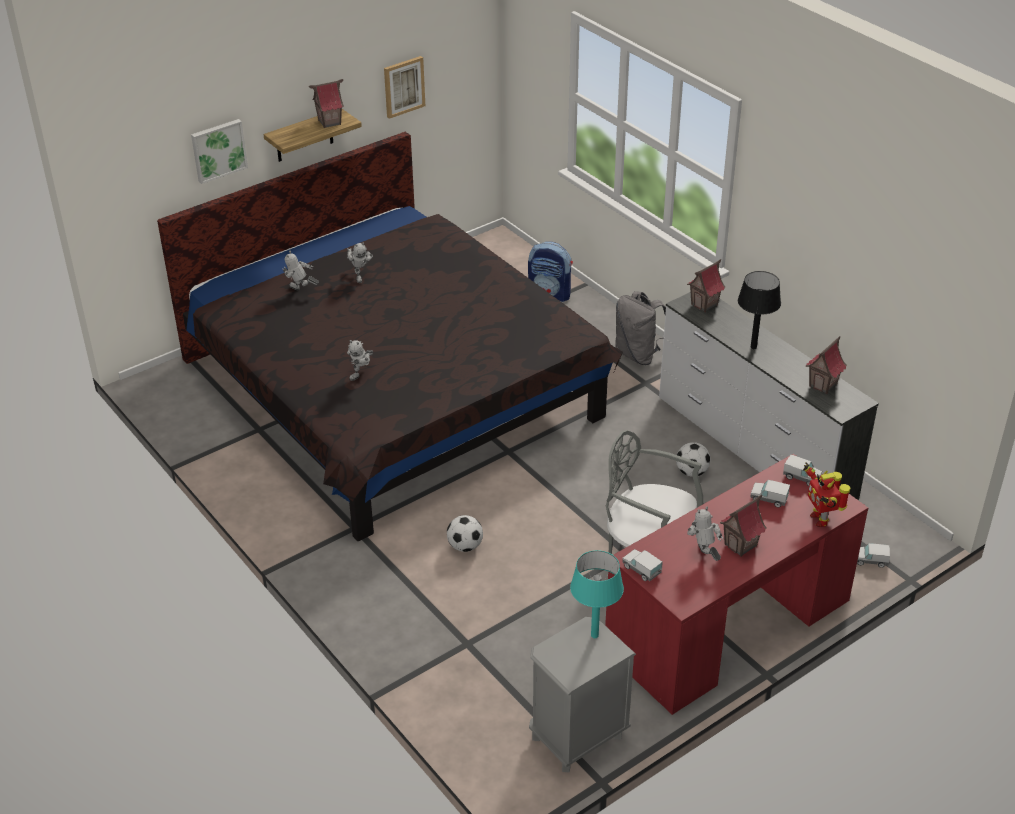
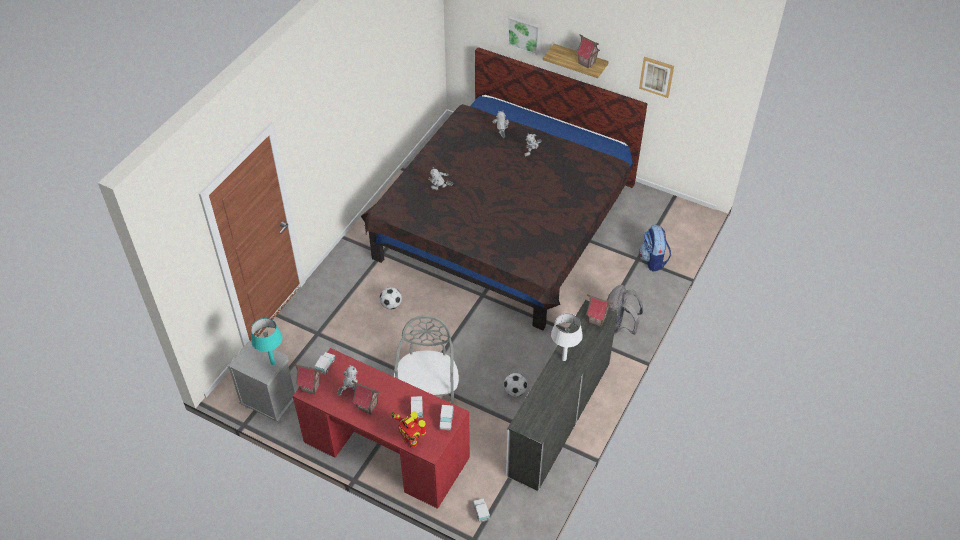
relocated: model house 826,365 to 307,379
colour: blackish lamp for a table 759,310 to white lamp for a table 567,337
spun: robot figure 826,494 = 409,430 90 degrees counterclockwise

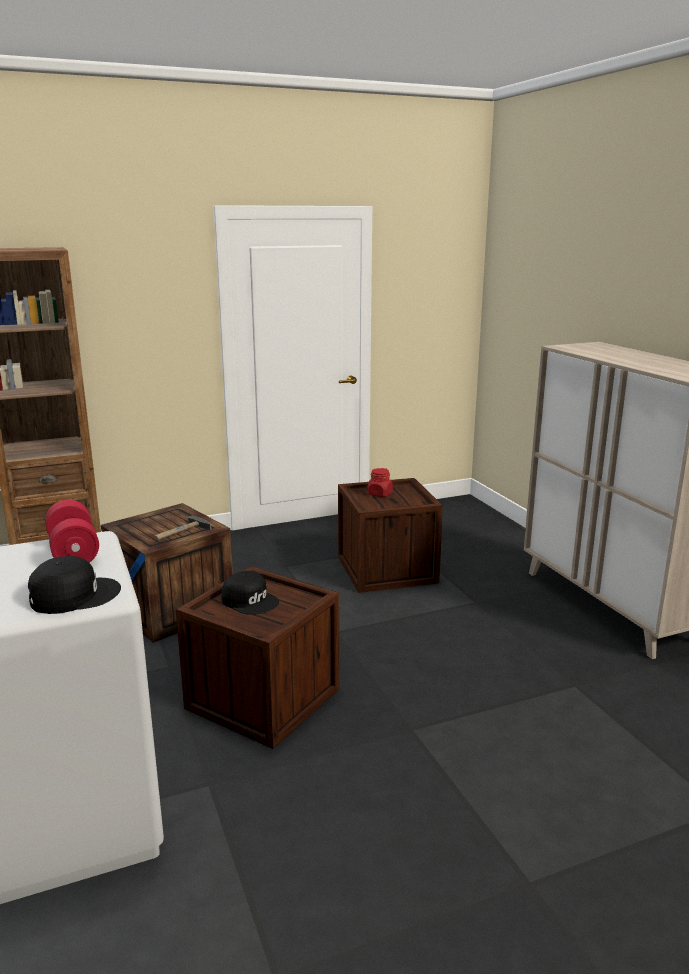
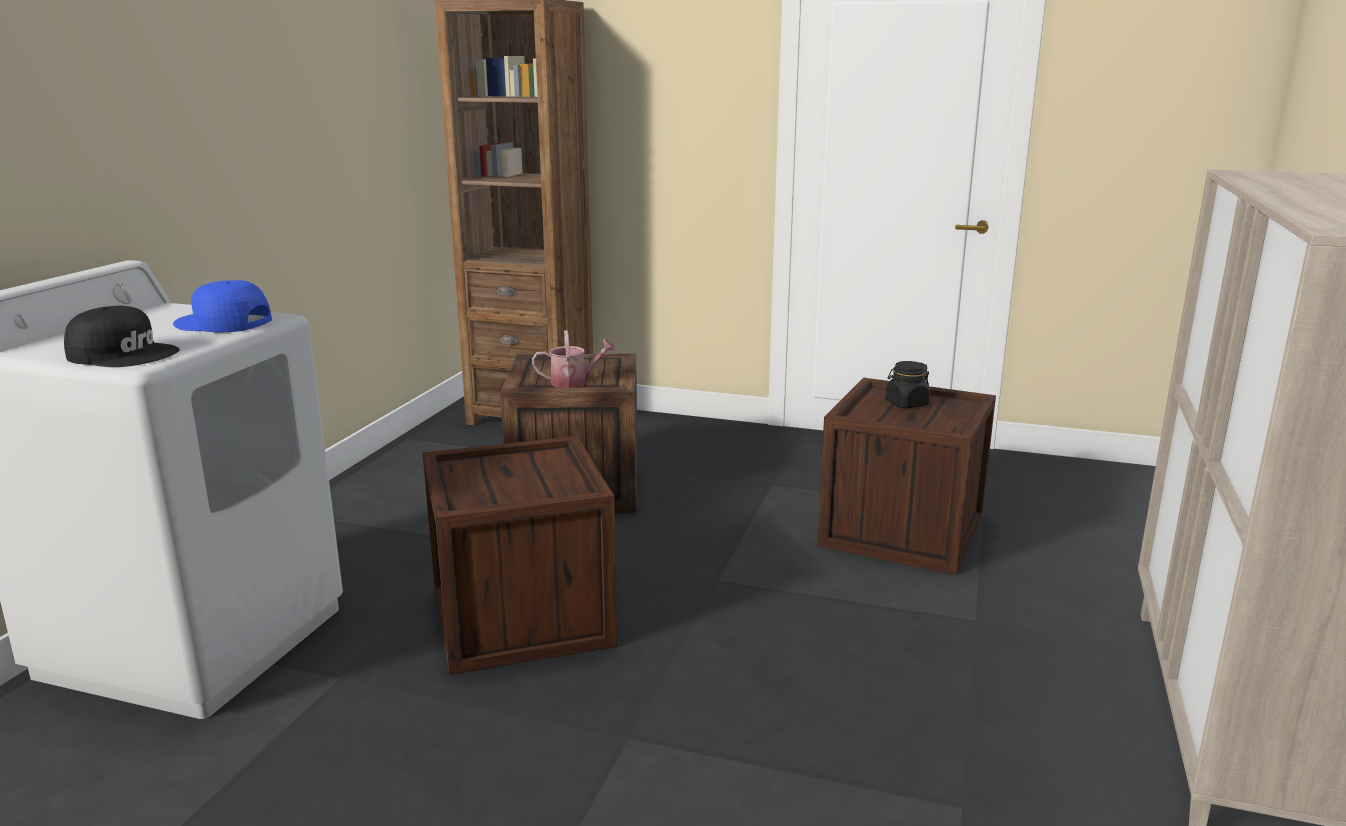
missing: blackish cap 250,593
exchanged: red dumbbell 72,531 to blue cap 222,306; hammer 183,528 to watering can 574,359
colour: red jar 380,482 to blackish jar 907,384

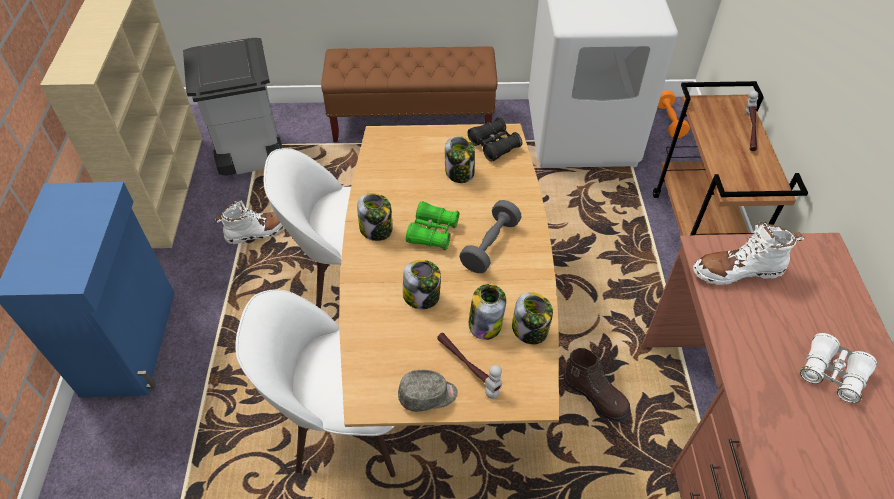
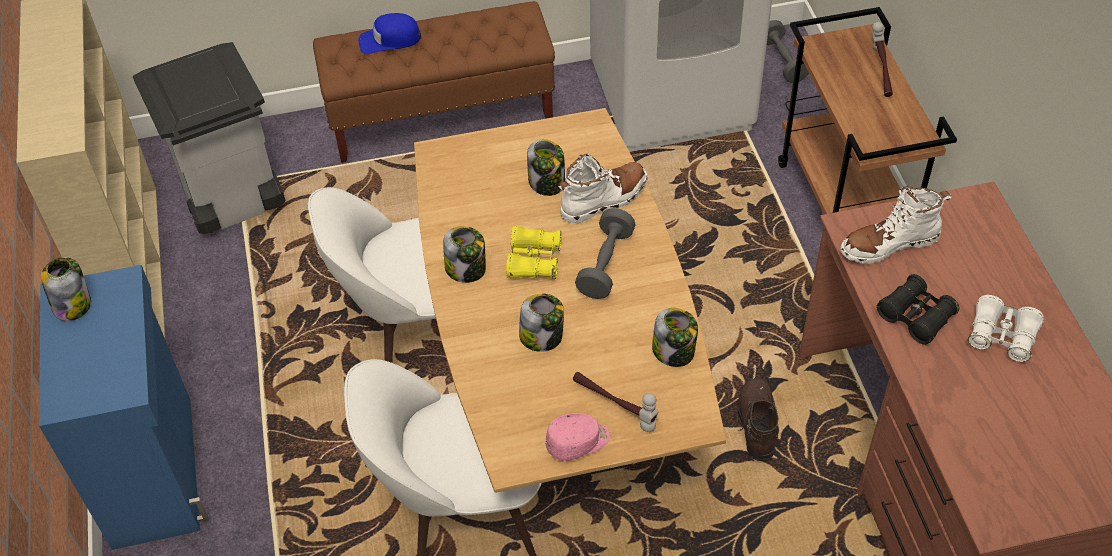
appeared: blue cap 390,33
relocated: white high-top boot 250,222 to 603,189; blackish field glasses 495,139 to 918,309; jar 487,312 to 66,289
colour: gray cap 428,391 to pink-coloured cap 578,437; greenish field glasses 432,225 to yellowish field glasses 533,252; orangey dumbbell 674,114 to gray dumbbell 788,51
spun: brown-coloured high-top boot 597,385 = 758,419 120 degrees counterclockwise

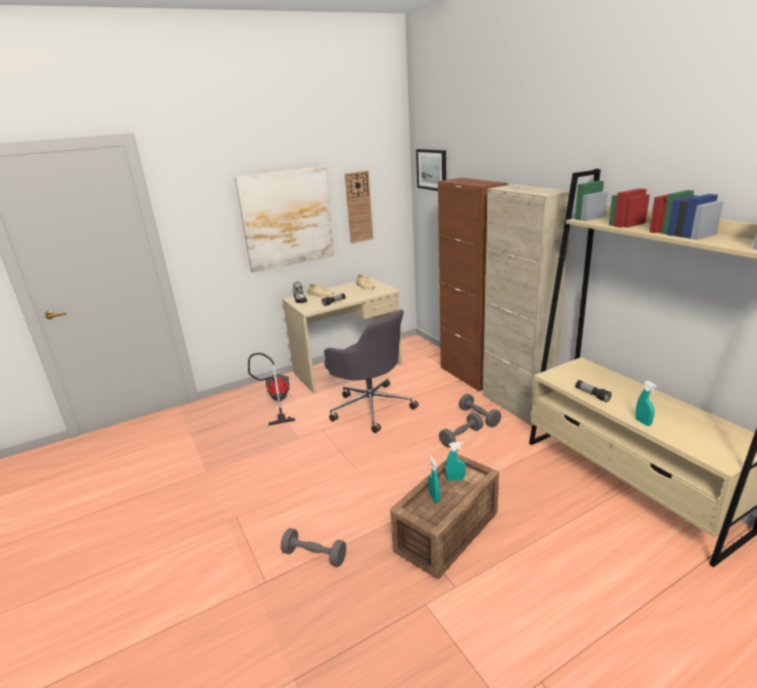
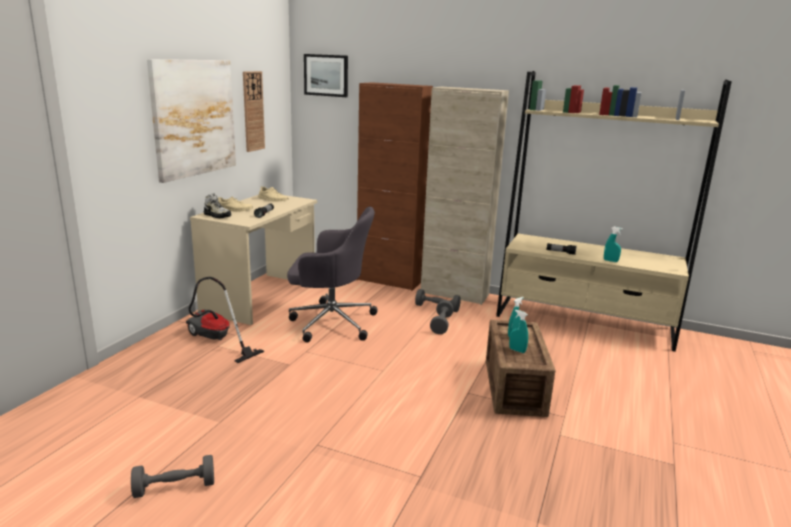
relocated: gray dumbbell 313,547 to 172,476

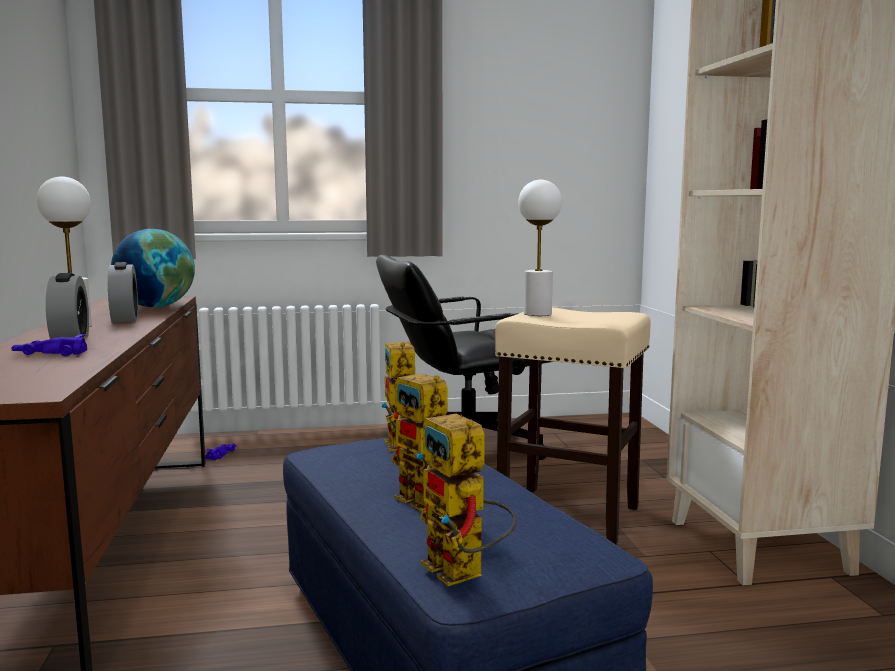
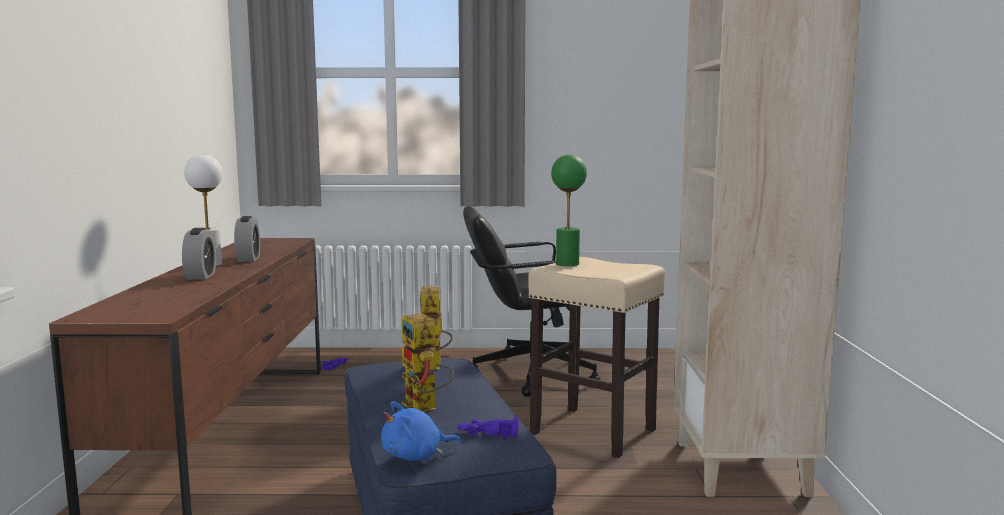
missing: desk globe 153,268
relocated: purplish model car 49,345 to 488,427
exchanged: robot figure 468,499 to blue cuddly toy 421,431
colour: white lamp for a table 540,248 to greenish lamp for a table 569,210

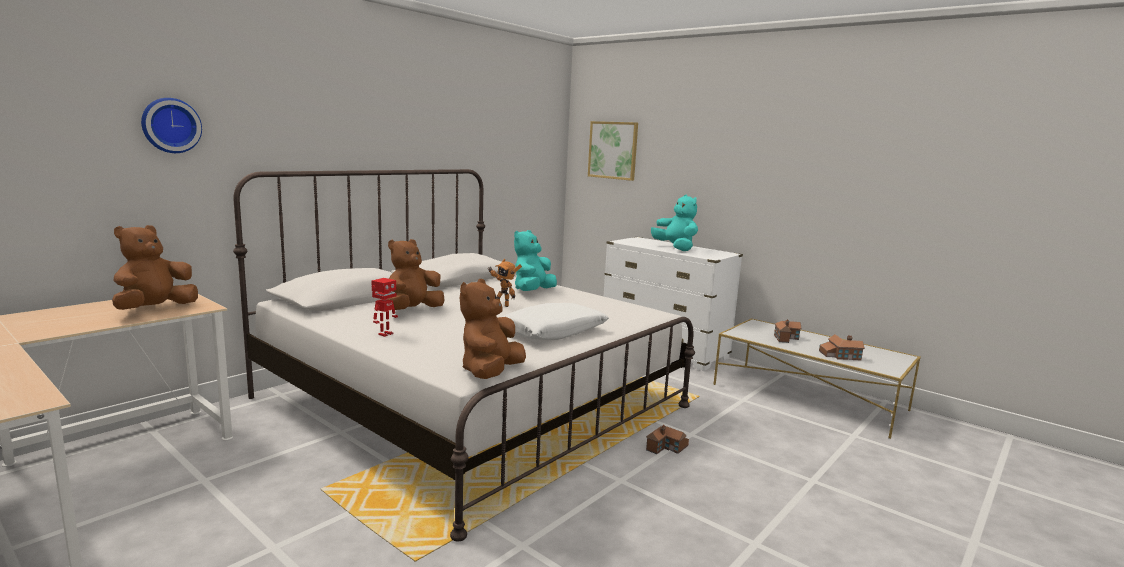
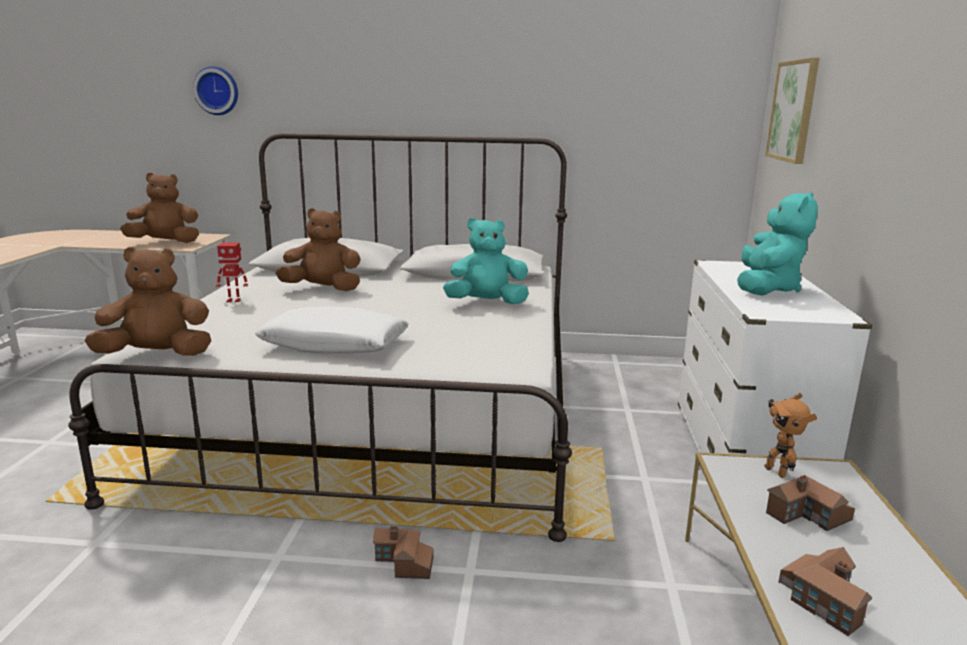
relocated: robot figure 505,283 to 790,435

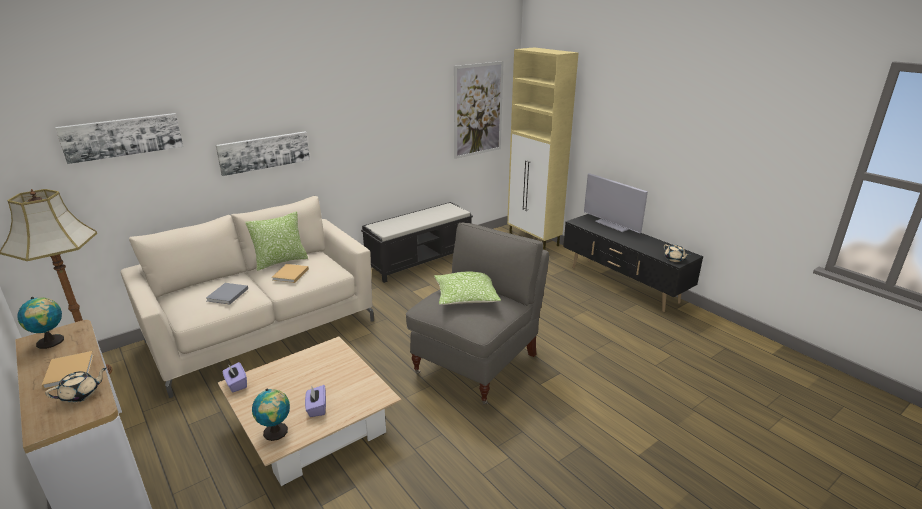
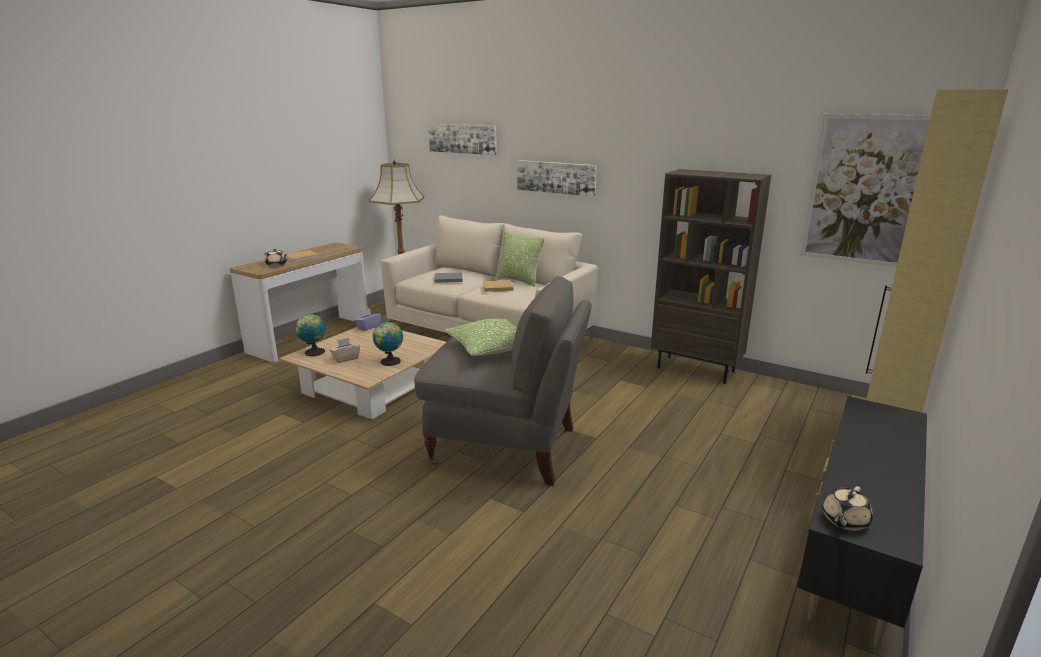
missing: television 616,203
relocated: desk globe 41,323 to 388,343
exchanged: blackish indoor bench 417,242 to brown-coloured shelving unit 711,276
colour: purplish box of tissues 315,401 to beige box of tissues 345,350

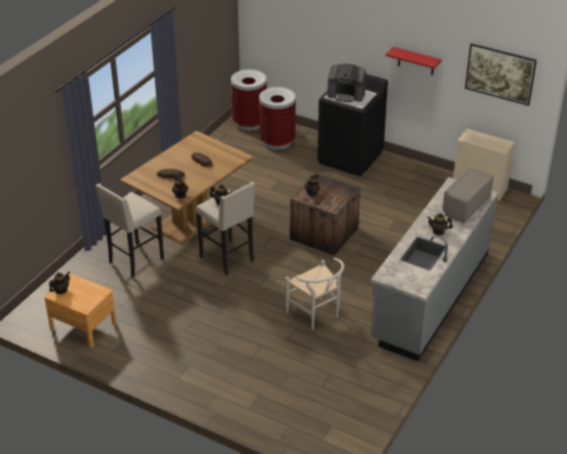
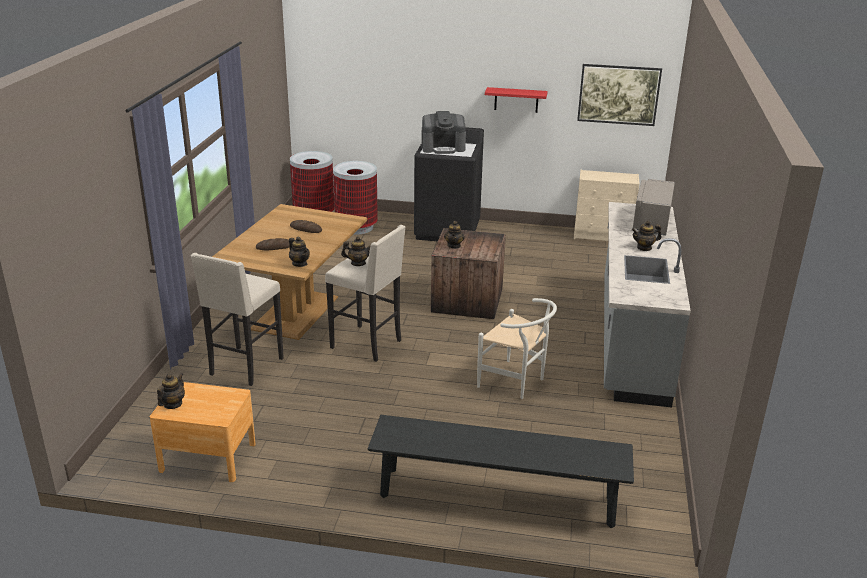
appeared: blackish indoor bench 501,471

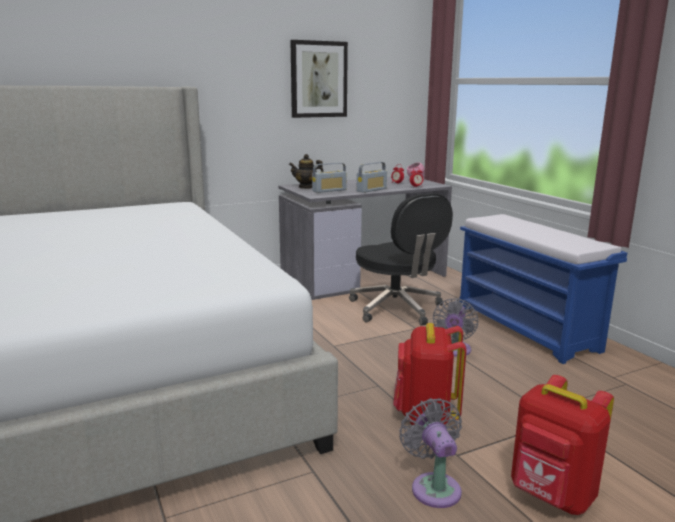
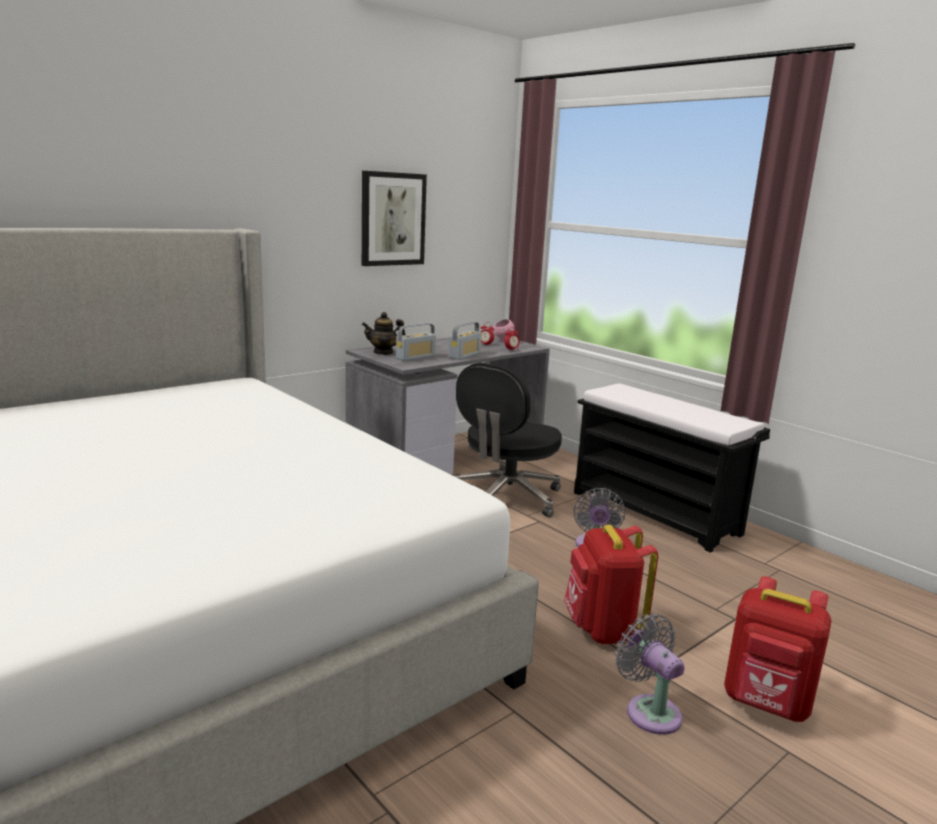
colour: blue indoor bench 543,289 to blackish indoor bench 672,468
spun: blackish office chair 401,259 = 508,440 75 degrees clockwise

